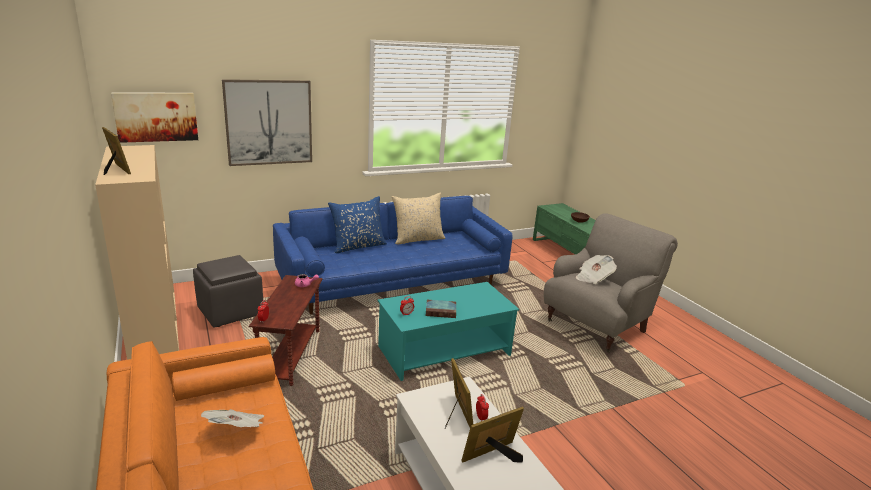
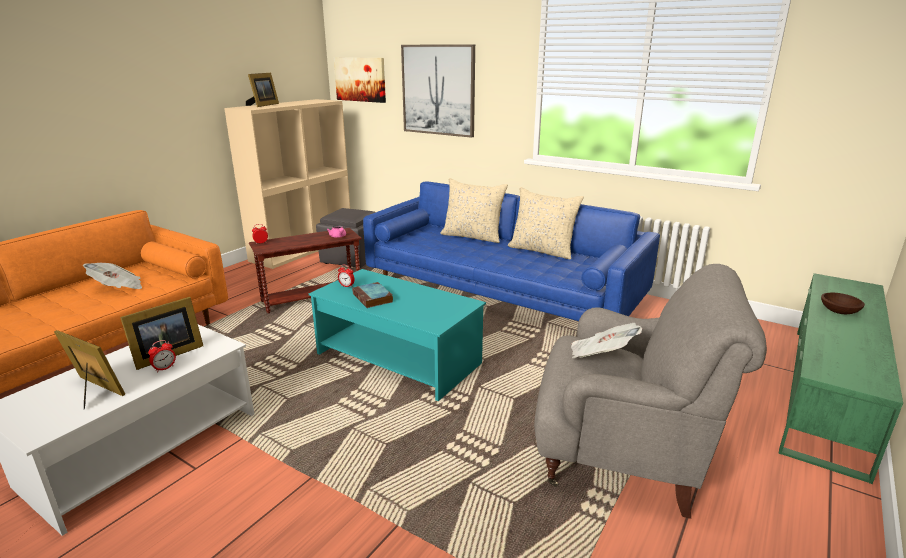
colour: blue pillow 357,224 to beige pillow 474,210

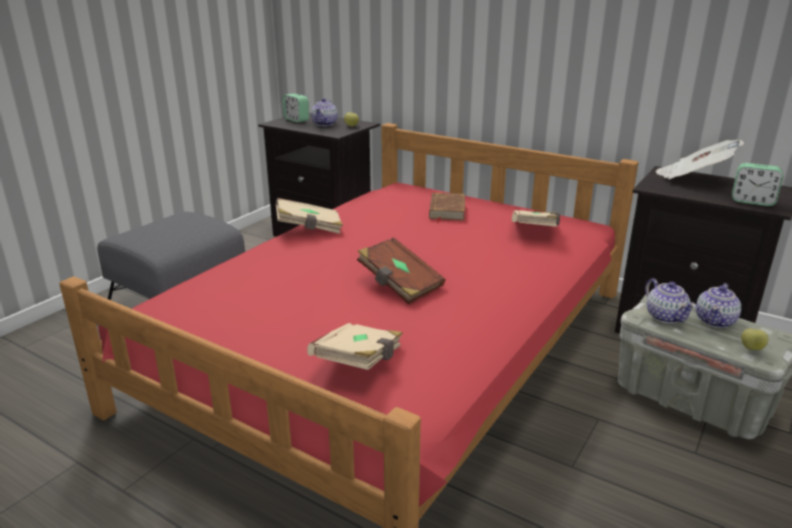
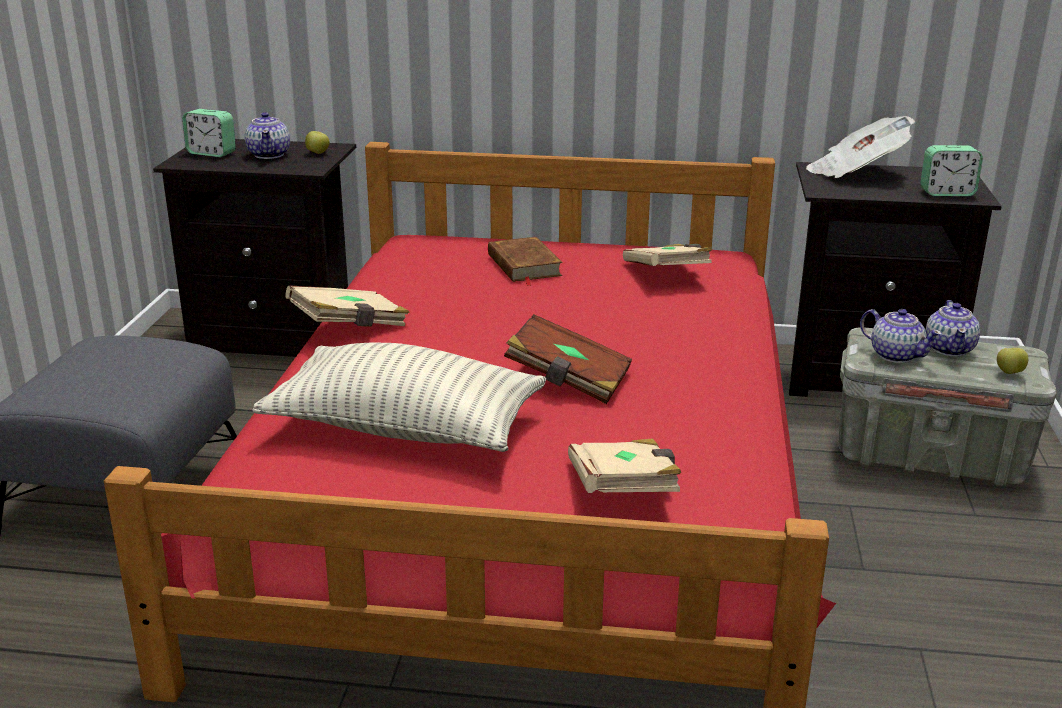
appeared: pillow 399,397

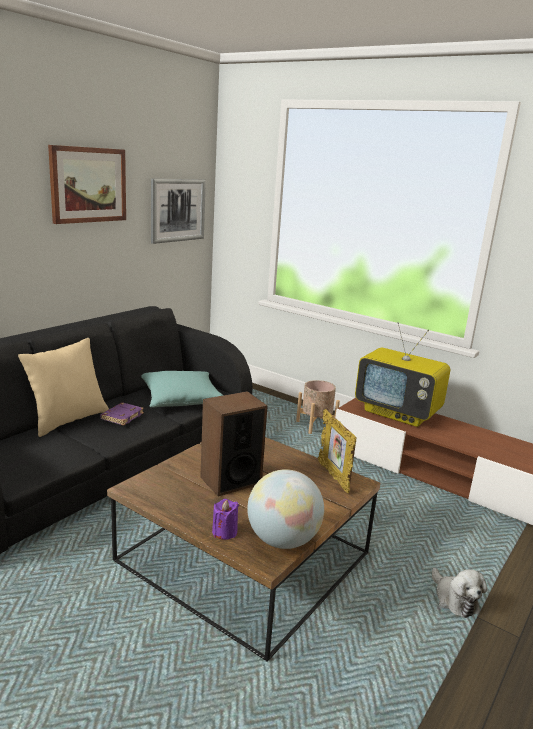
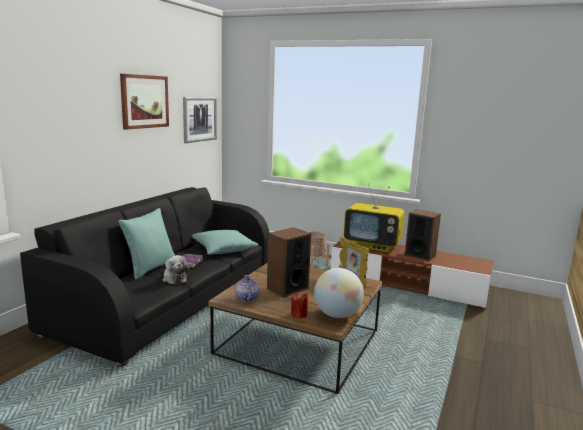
appeared: tea pot 247,288; audio speaker 423,235
relocated: cuddly toy 459,593 to 176,269
colour: beige pillow 63,387 to turquoise pillow 146,244; purplish wax candle 225,519 to red wax candle 299,305

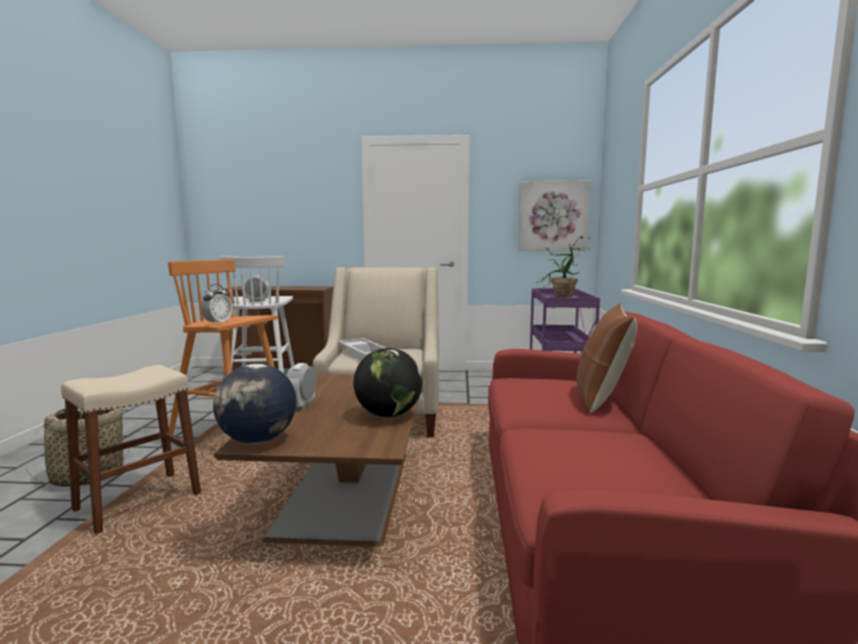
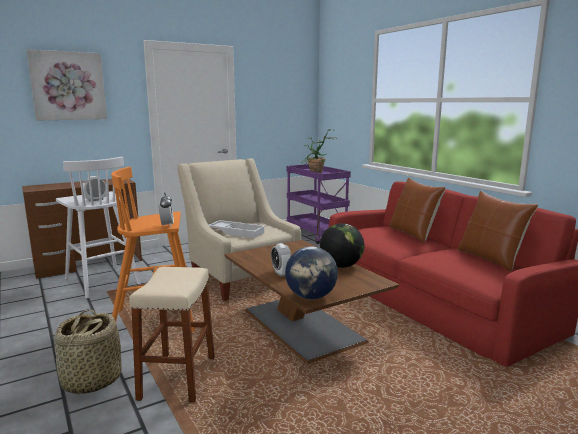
appeared: brown-coloured pillow 498,231
relocated: wall art 554,216 to 67,85

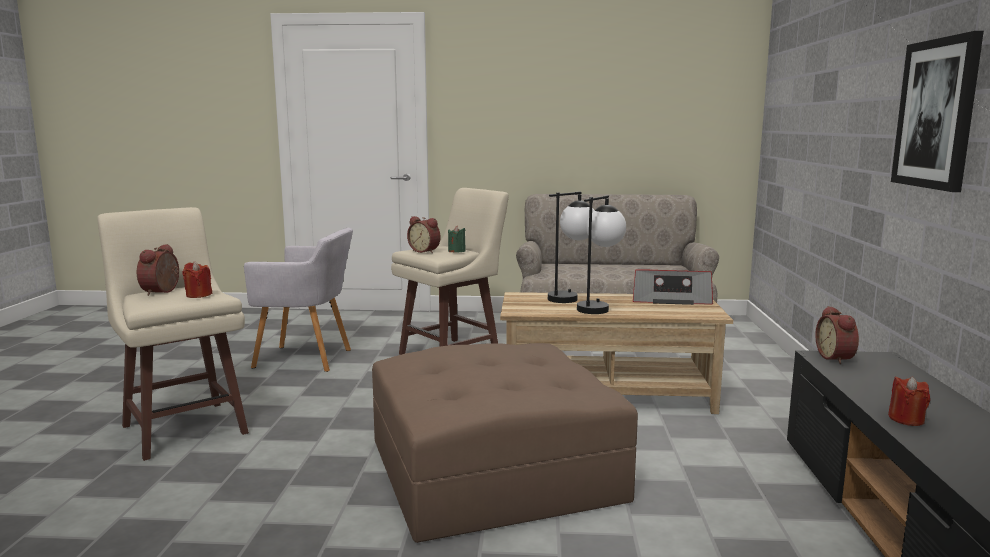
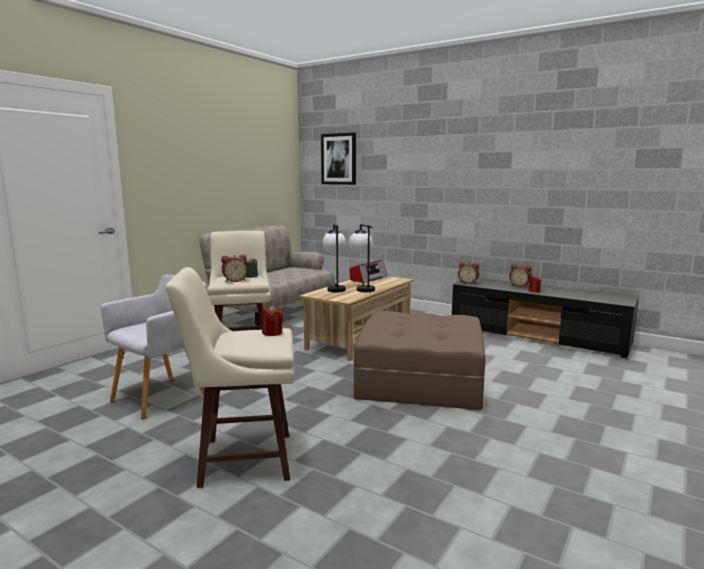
relocated: table clock 158,270 to 520,275; wall art 937,111 to 338,158

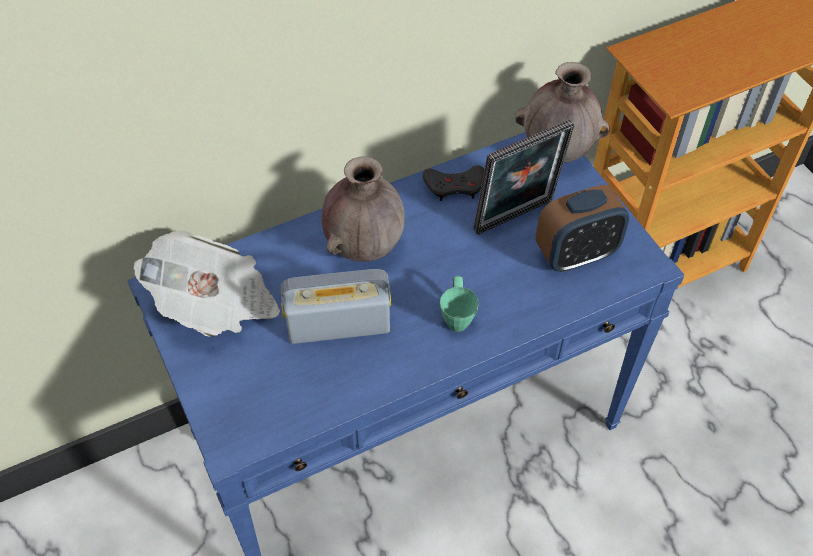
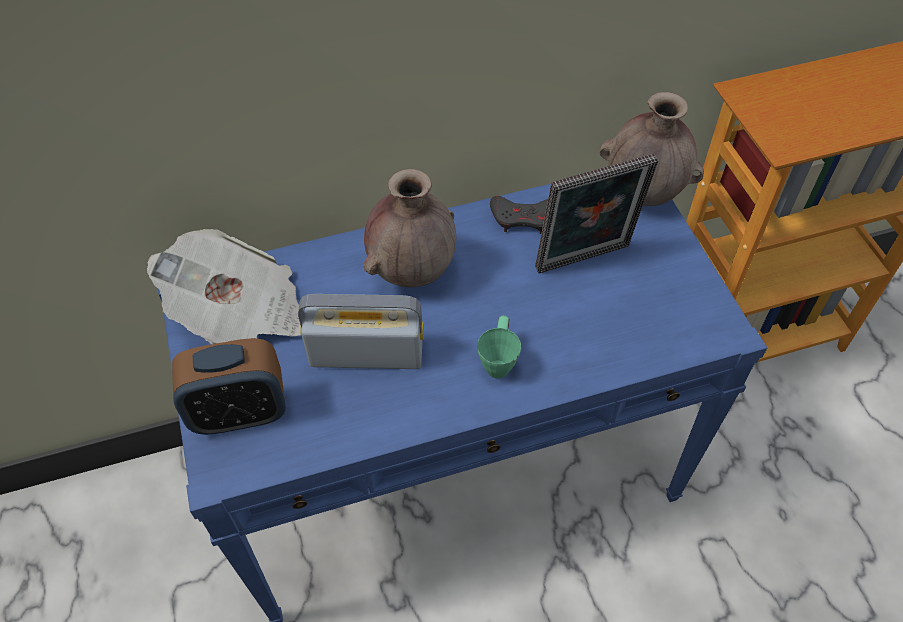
relocated: table clock 582,228 to 229,386

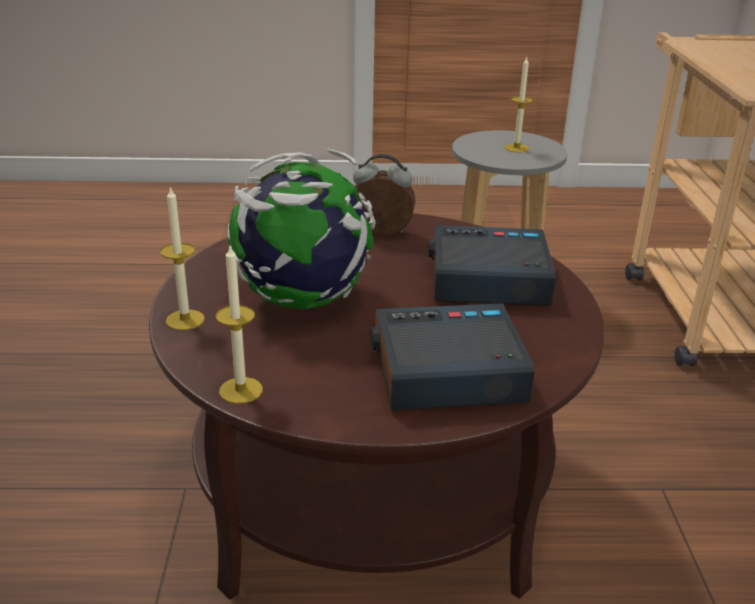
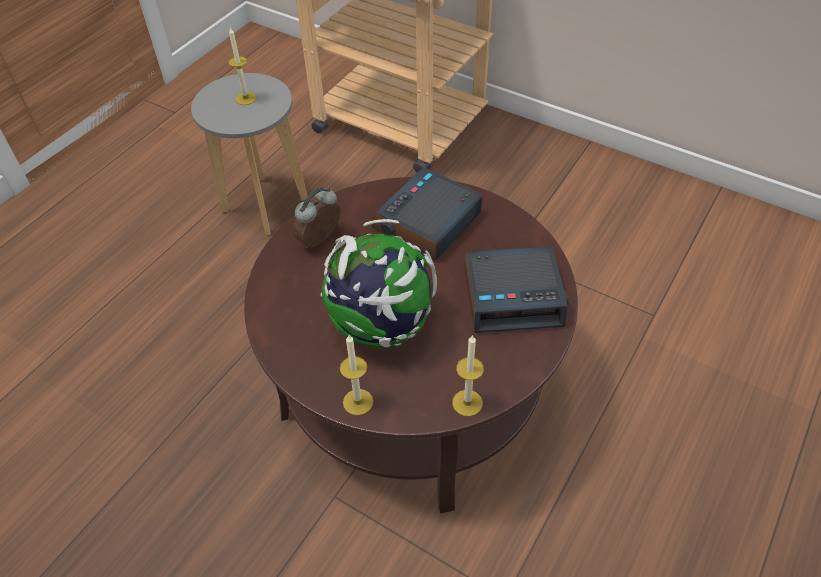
spun: table clock 453,357 = 516,289 120 degrees counterclockwise

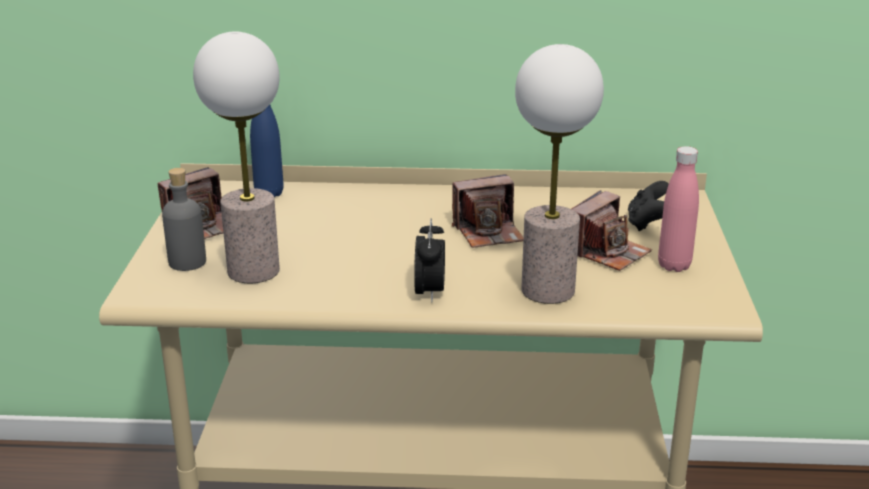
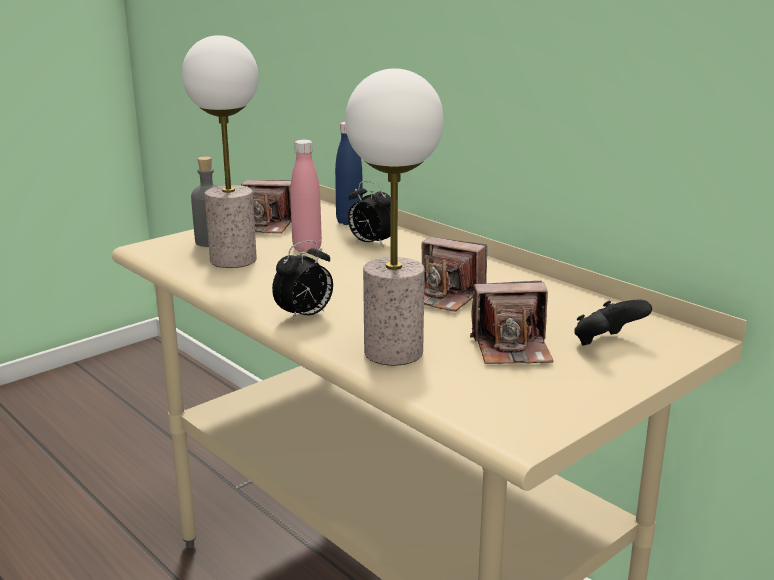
appeared: table clock 369,214
relocated: pink-coloured drink bottle 678,209 to 306,196

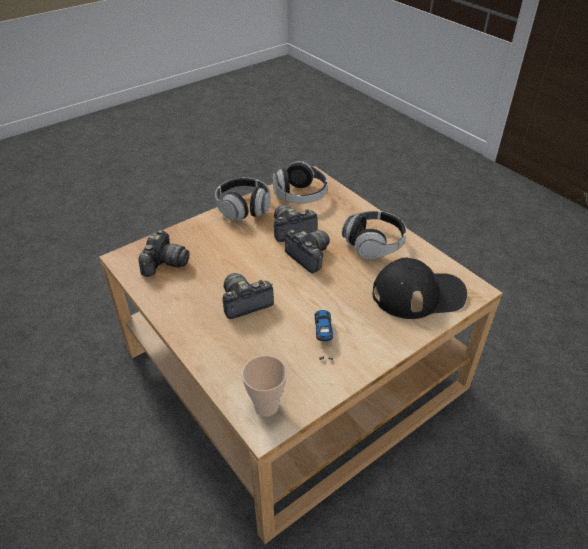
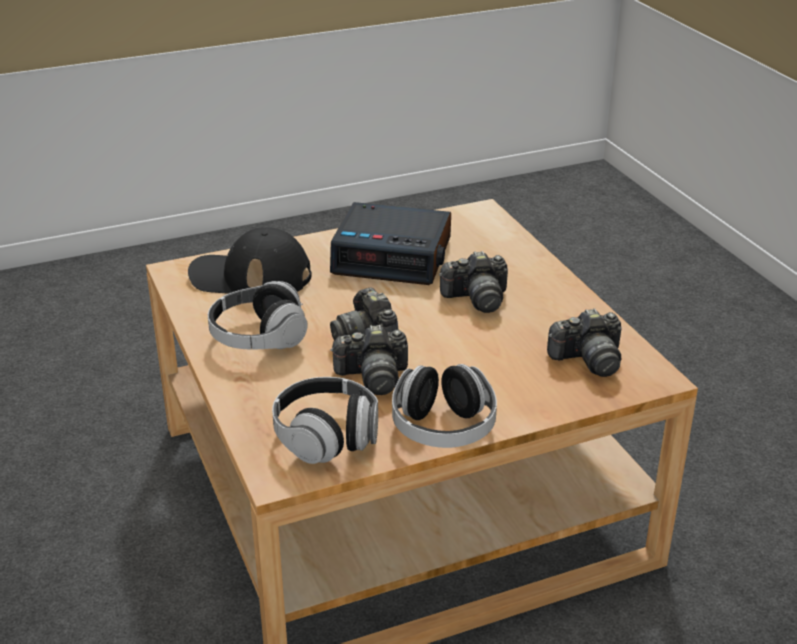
missing: cup 264,386
exchanged: model car 324,335 to table clock 390,243
spun: photo camera 164,253 = 584,342 135 degrees counterclockwise

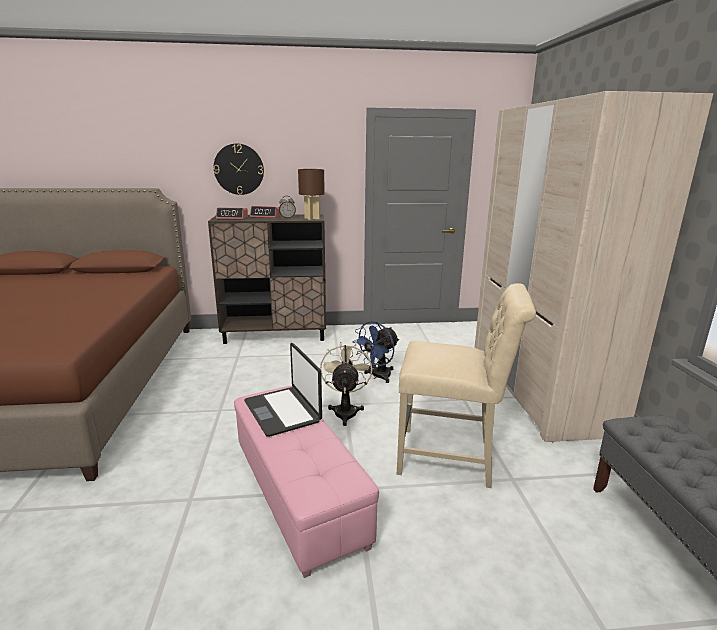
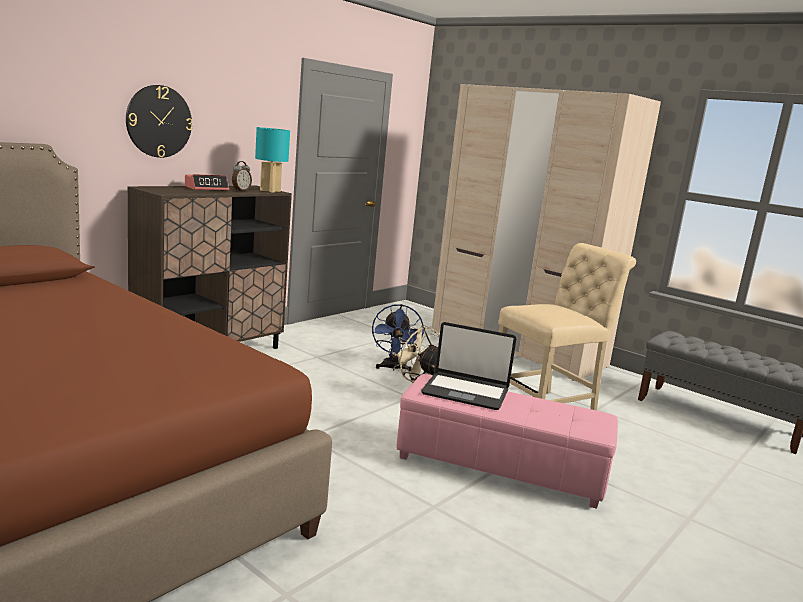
missing: table clock 232,213
colour: brown-coloured lamp for a table 311,194 to turquoise lamp for a table 272,160

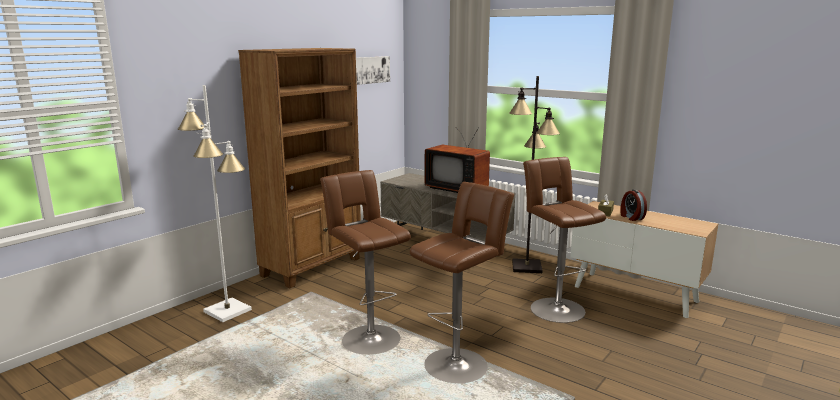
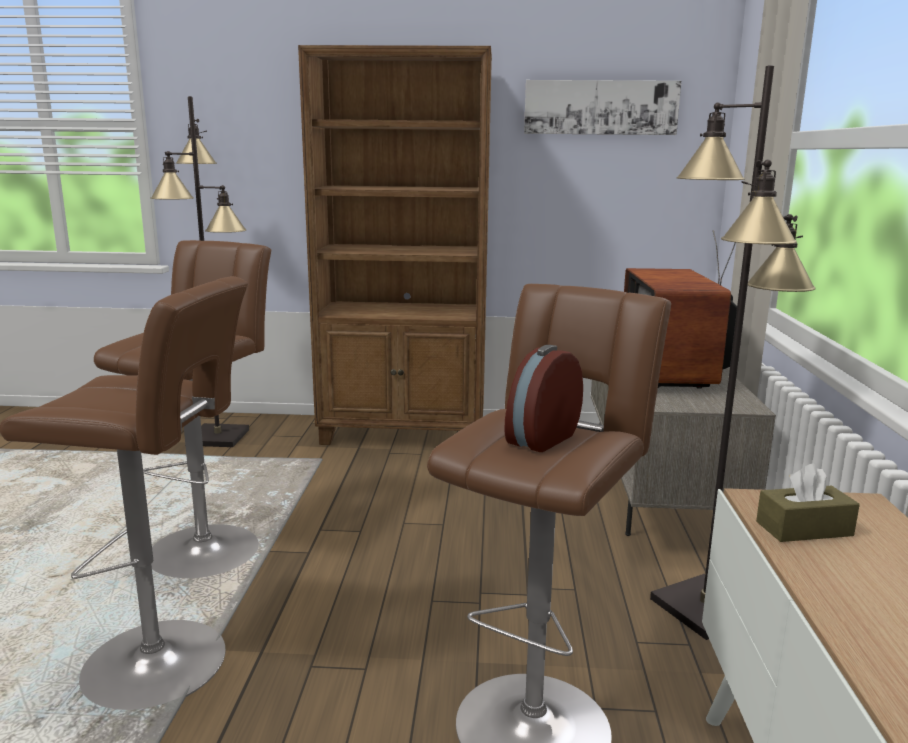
relocated: table clock 633,205 to 543,398
colour: white floor lamp 215,203 to blackish floor lamp 199,271

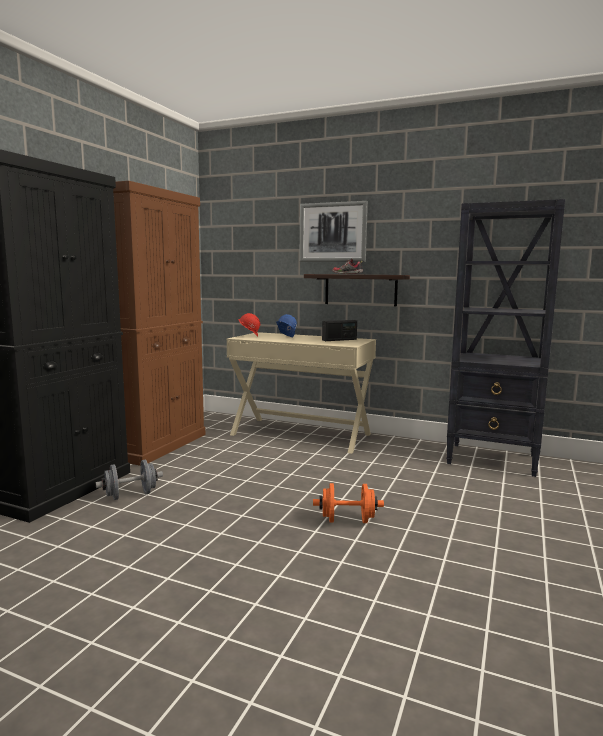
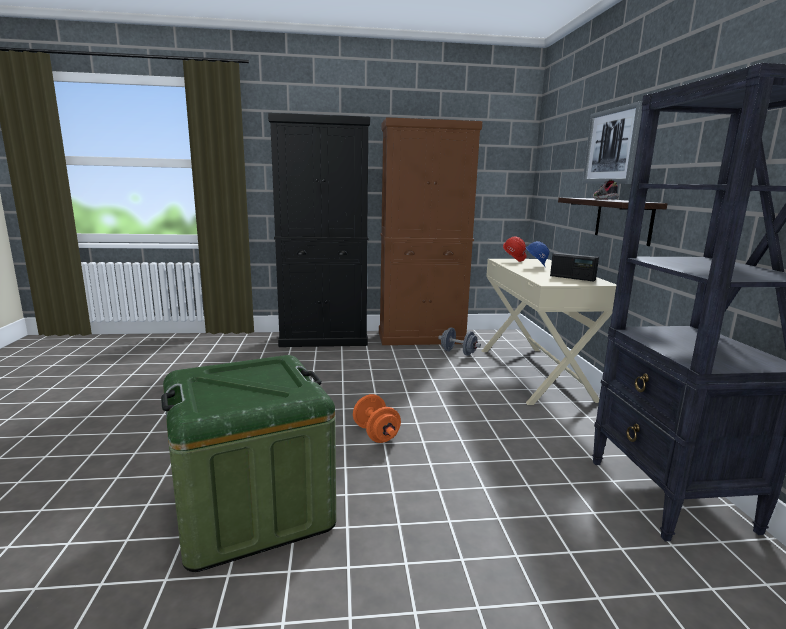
appeared: greenish storage box 248,463
relocated: gray dumbbell 129,480 to 459,341

